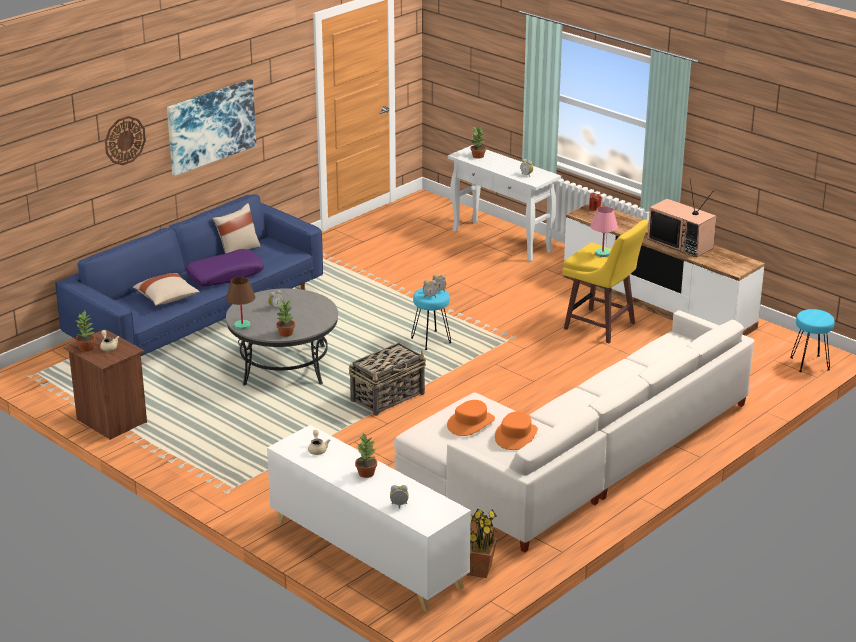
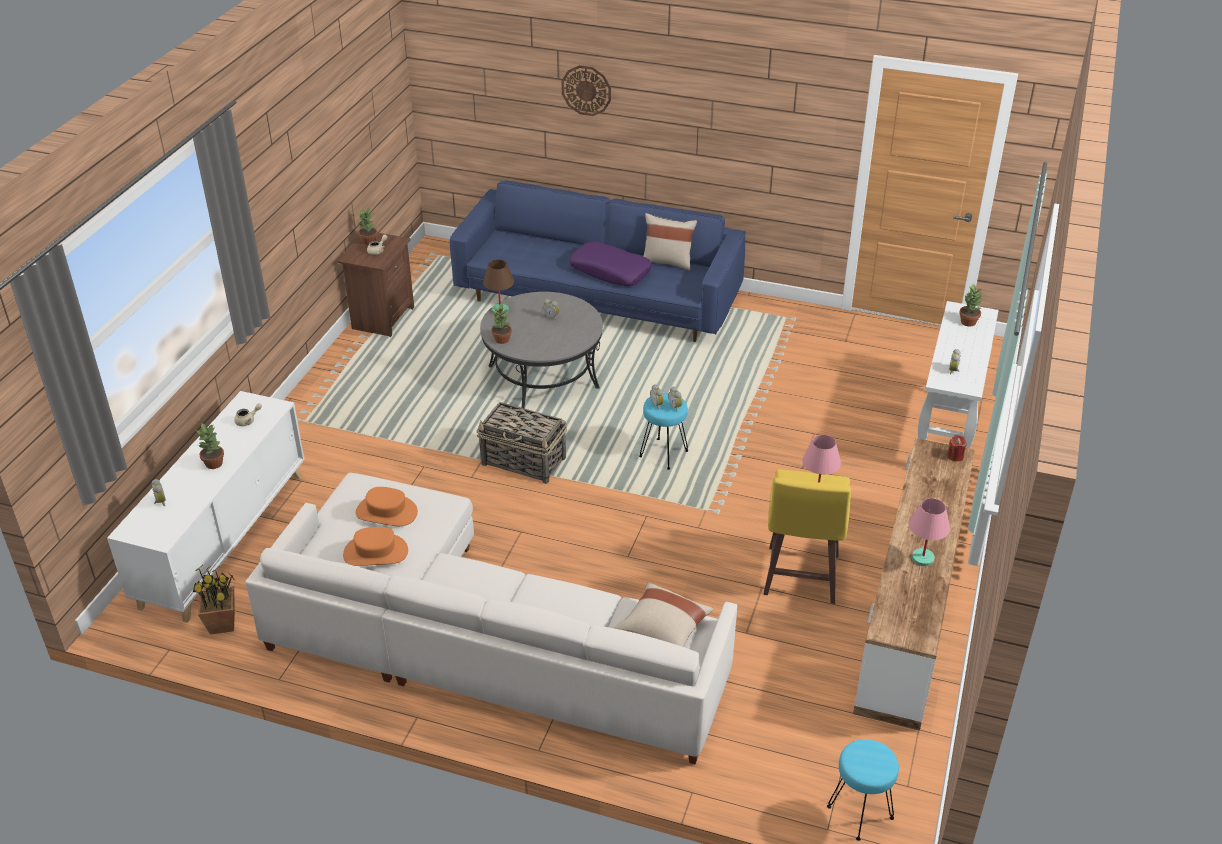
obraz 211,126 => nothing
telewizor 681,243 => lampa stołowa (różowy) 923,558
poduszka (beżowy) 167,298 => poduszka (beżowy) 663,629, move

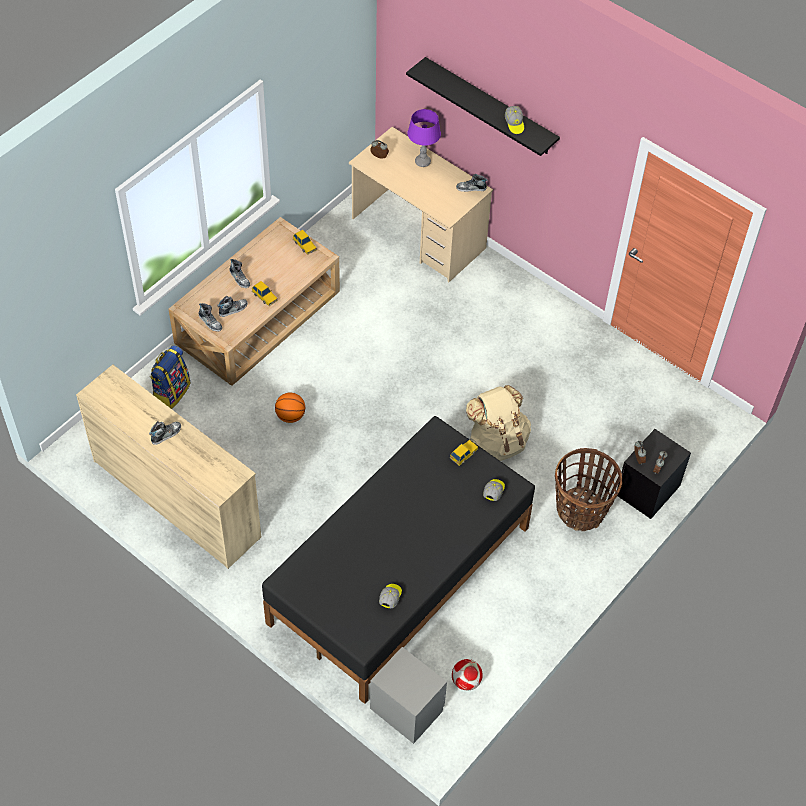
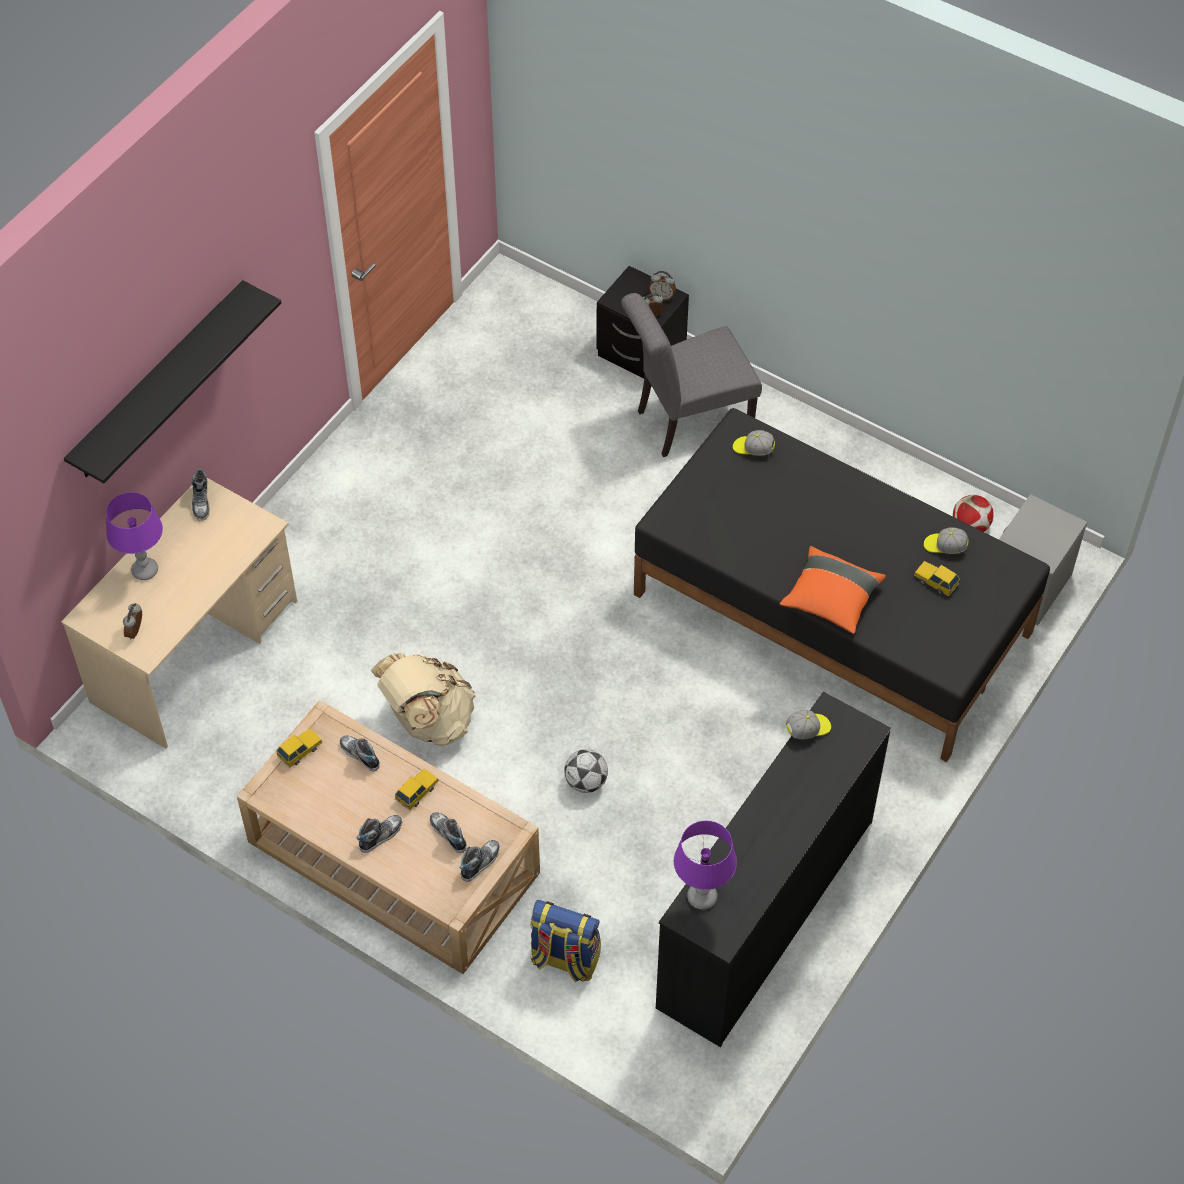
czapka z daszkiem 514,124 => czapka z daszkiem 808,729, move
komoda (beżowy) 176,498 => komoda (czarny) 764,913
plecak (beżowy) 497,441 => plecak (beżowy) 428,720, move
piłka do koszykówki 290,416 => piłka futbolowa 586,782
but 166,434 => but 360,755, move
samochodzik 464,454 => samochodzik 935,581, move
koszyk 581,510 => krzesło (szary) 687,421
nothing => poduszka (pomarańczowy) 831,599
nothing => lampa stołowa (fioletowy) 701,897

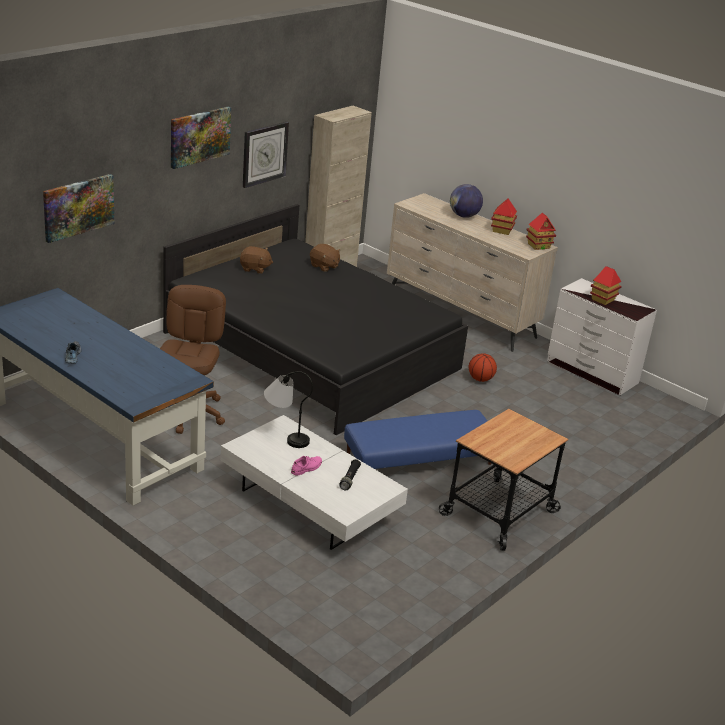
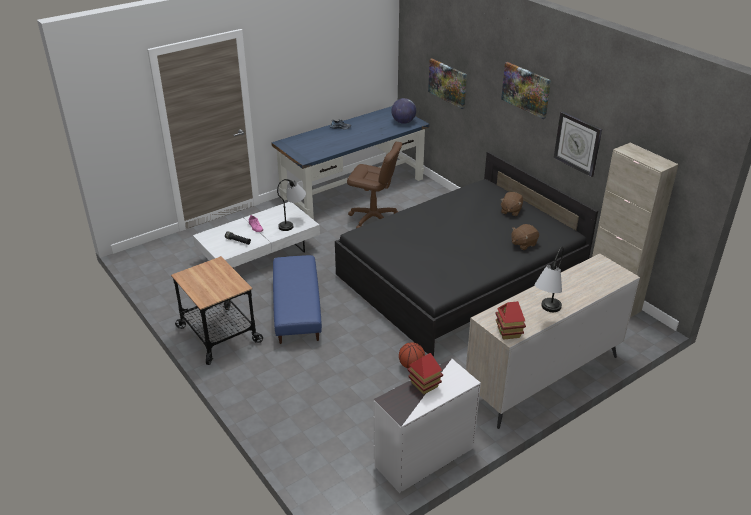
globus 464,216 => globus 403,122, move
domek 502,230 => lampa stołowa 546,313

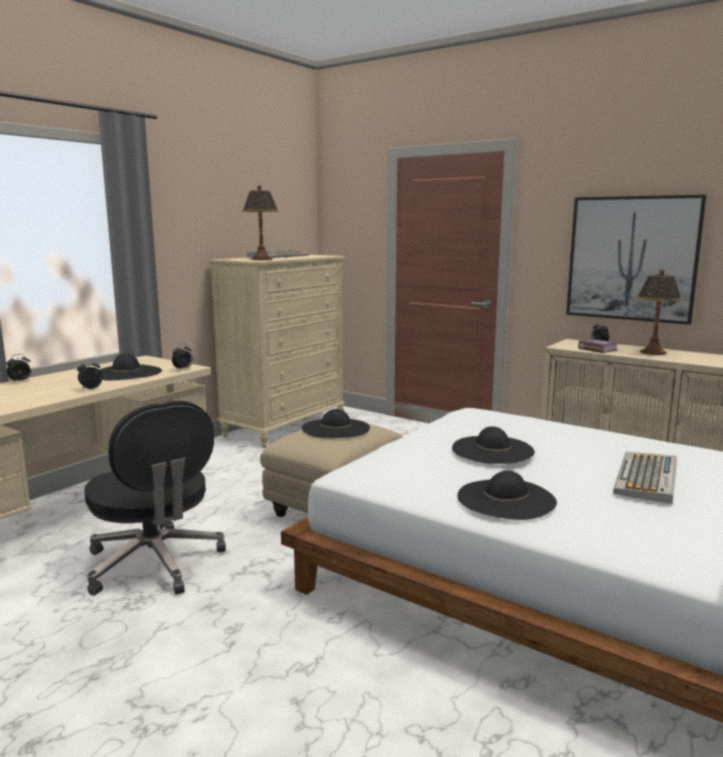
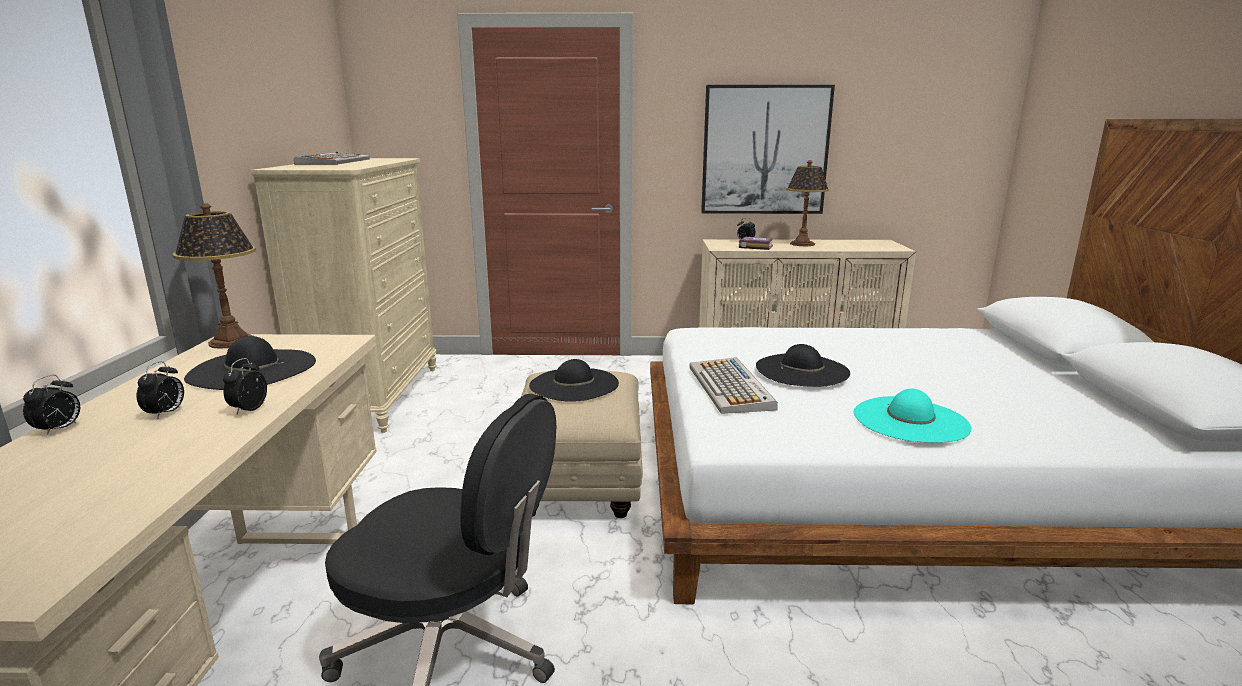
lampa stołowa 262,259 => lampa stołowa 232,341, move
budzik 183,369 => budzik 166,413, move
klawiatura 647,478 => klawiatura 731,387, move
kapelusz (czarny) 506,499 => kapelusz (turkusowy) 910,420

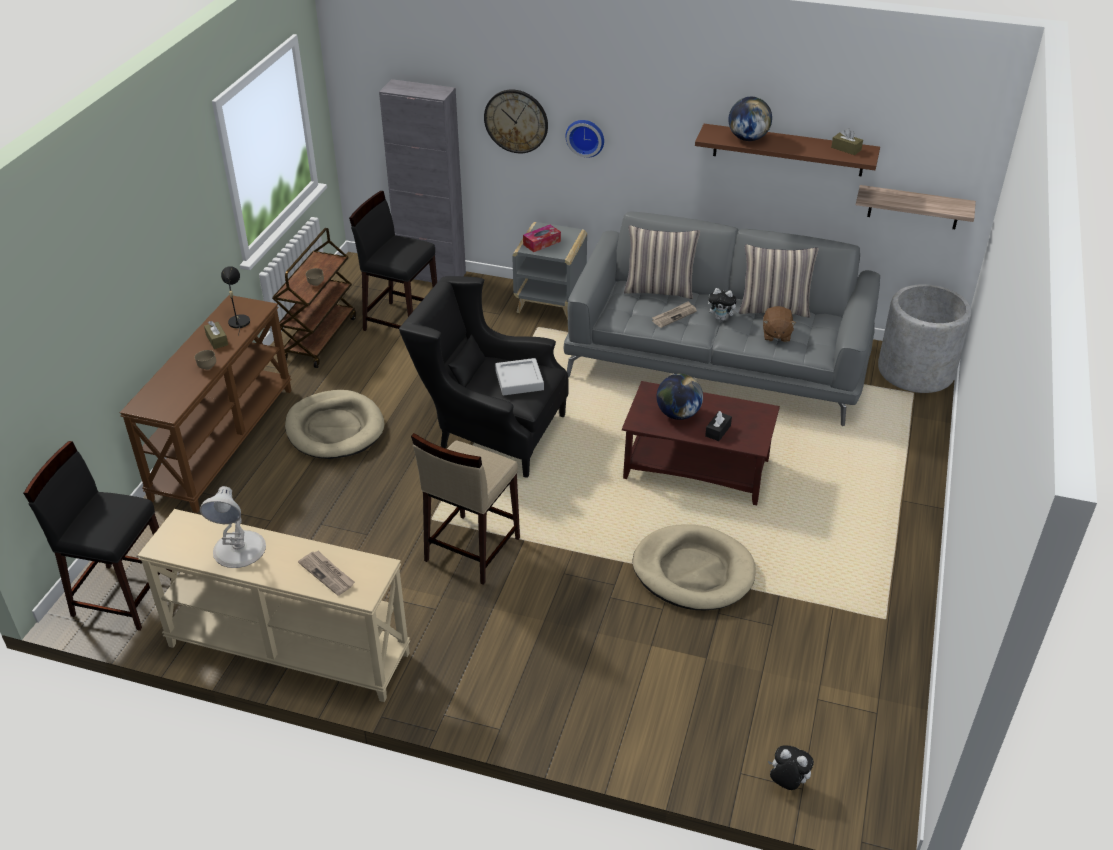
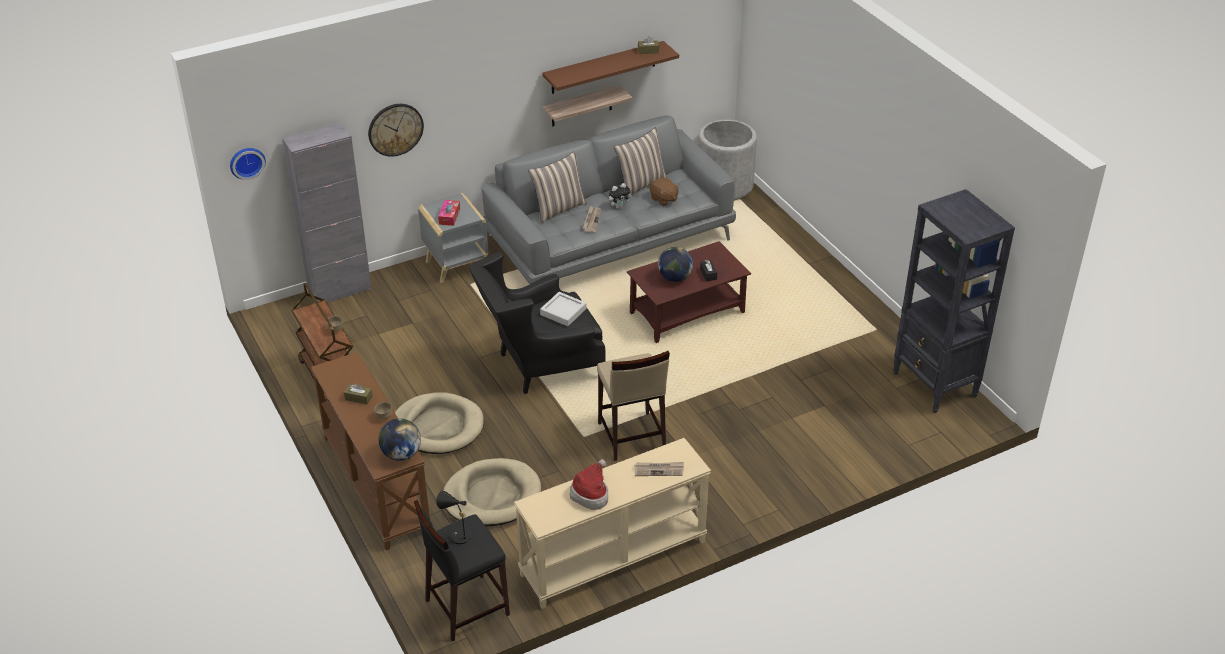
globus 747,138 => globus 401,454, move
zegar ścienny 585,137 => zegar ścienny 246,162, move
półka 914,207 => półka 581,106, move
stołek (czarny) 401,322 => nothing
lampa stołowa (czarny) 238,320 => lampa stołowa (czarny) 457,535, move
lampa stołowa (biały) 239,550 => kapelusz 591,493
legowisko (beżowy) 693,571 => legowisko (beżowy) 492,496, move
pluszak 786,783 => nothing
nothing => regał (czarny) 935,385

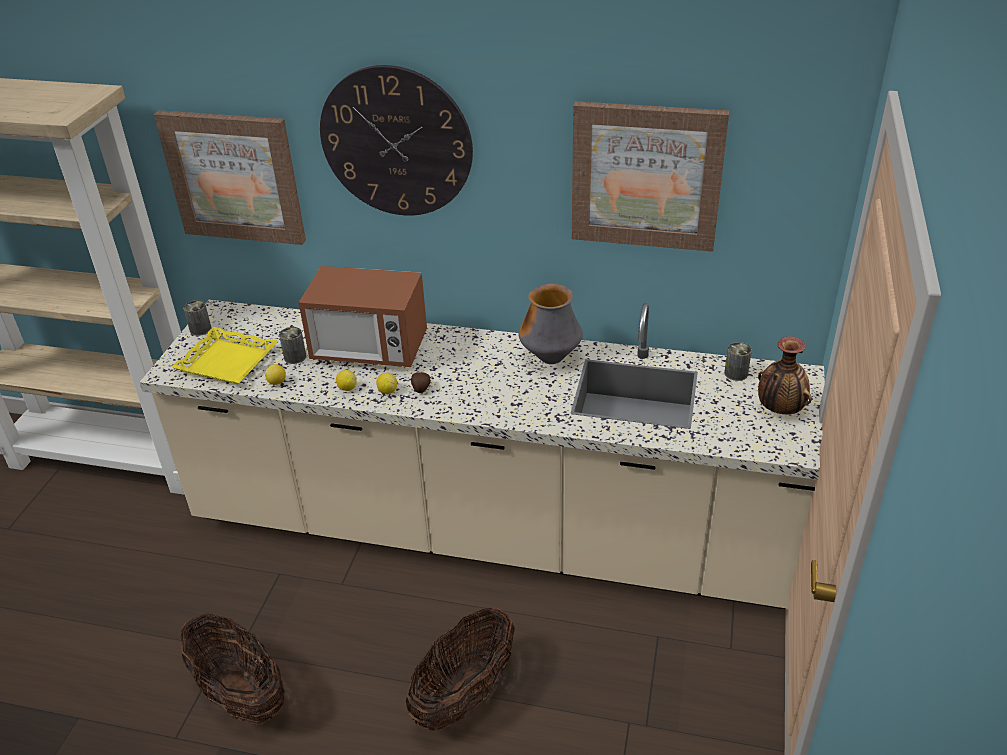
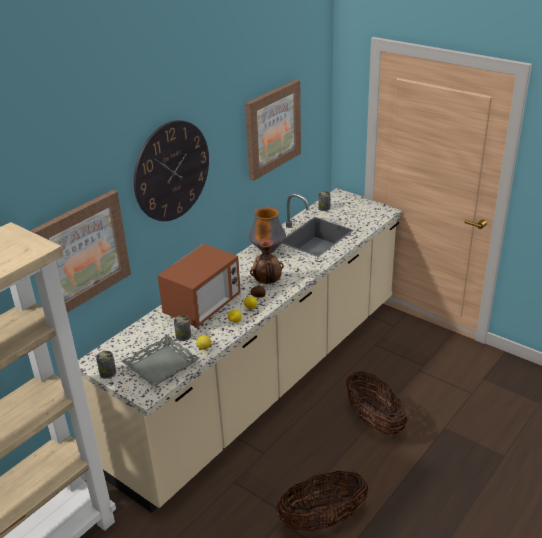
taca (żółty) 228,361 => taca (szary) 161,365
wazon 779,409 => wazon 267,282, move

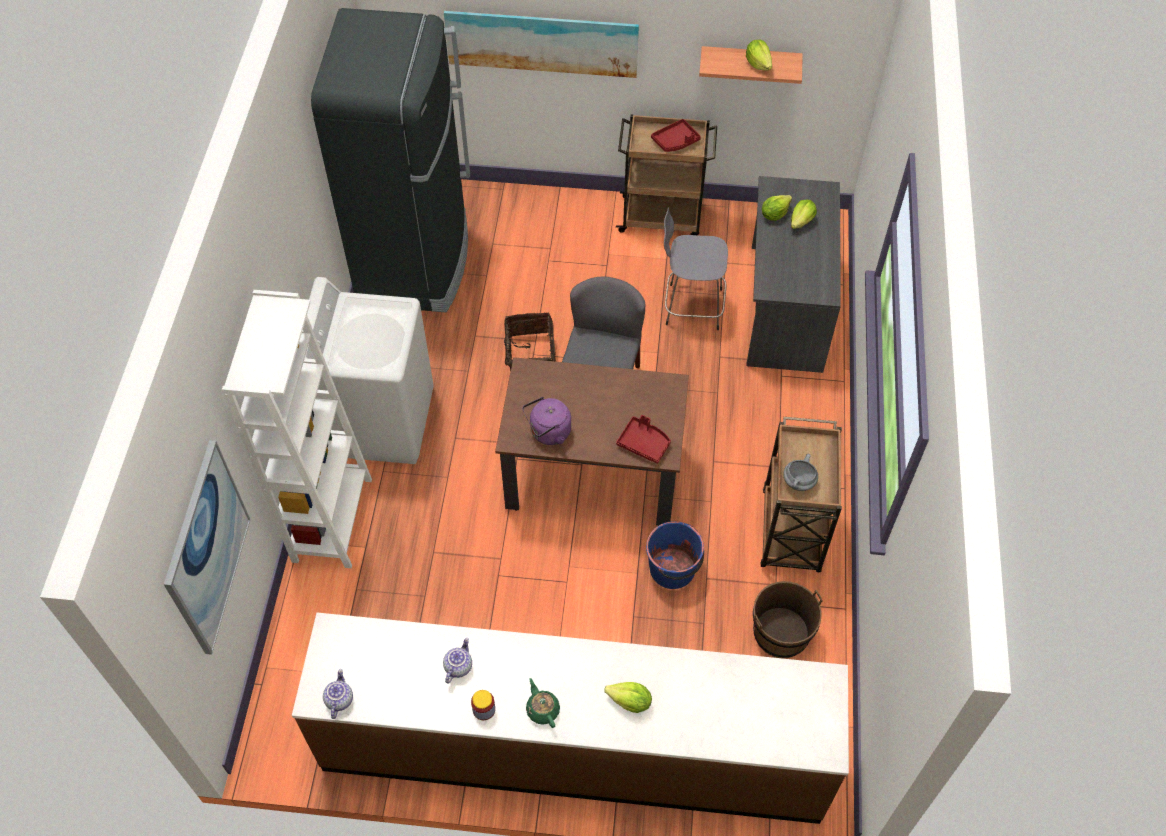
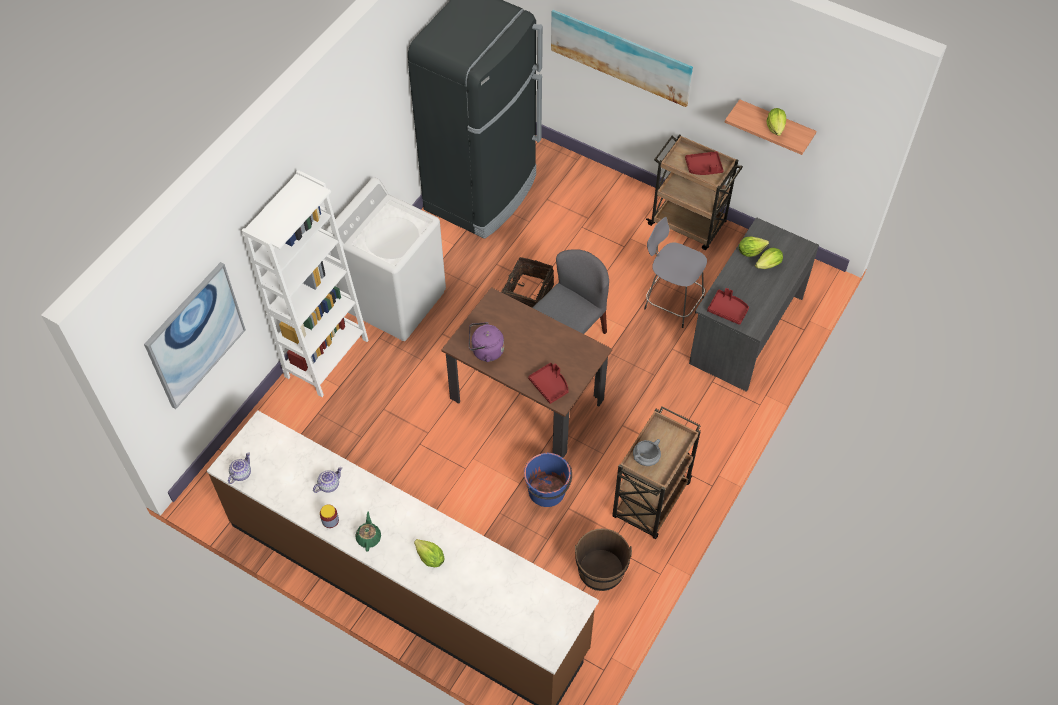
nothing => taca (czerwony) 728,310

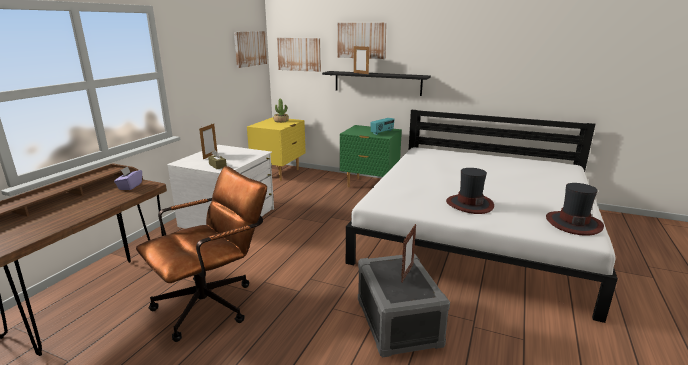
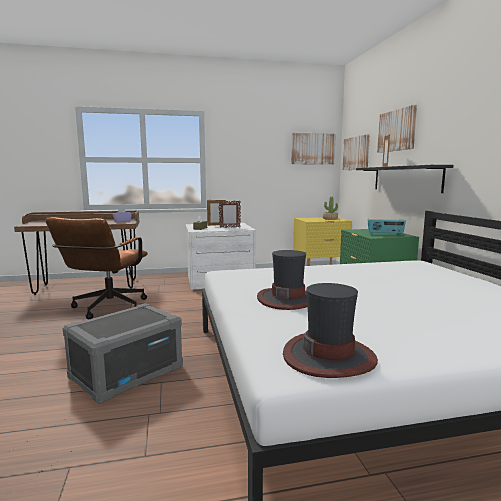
krzesło biurowe (brązowy) 213,302 => krzesło biurowe (brązowy) 106,309, 90 degrees clockwise
ramka na zdjęcie 407,273 => ramka na zdjęcie 229,227, move

